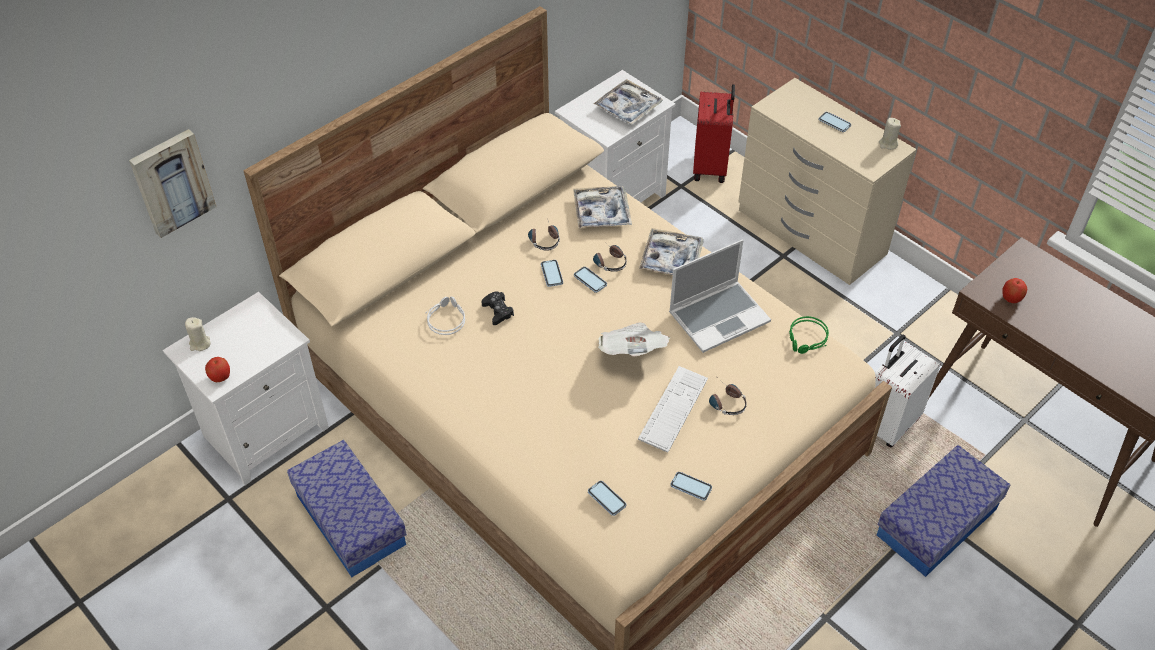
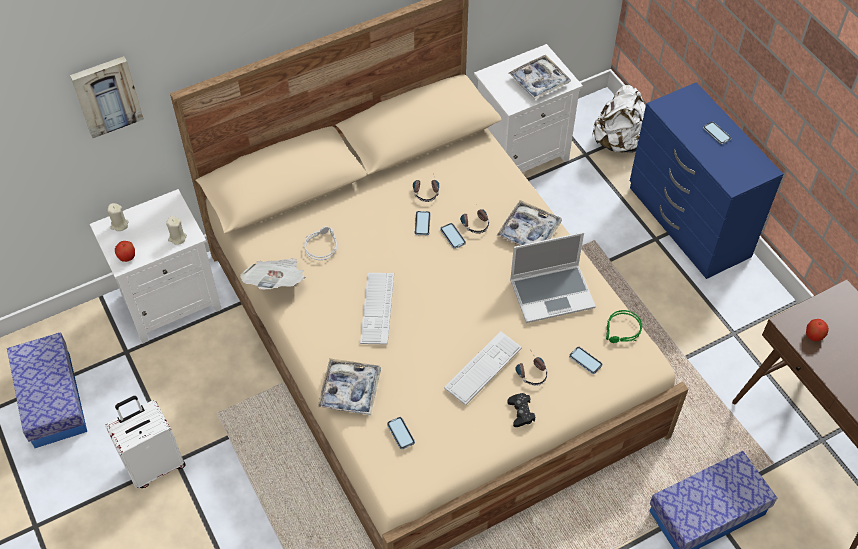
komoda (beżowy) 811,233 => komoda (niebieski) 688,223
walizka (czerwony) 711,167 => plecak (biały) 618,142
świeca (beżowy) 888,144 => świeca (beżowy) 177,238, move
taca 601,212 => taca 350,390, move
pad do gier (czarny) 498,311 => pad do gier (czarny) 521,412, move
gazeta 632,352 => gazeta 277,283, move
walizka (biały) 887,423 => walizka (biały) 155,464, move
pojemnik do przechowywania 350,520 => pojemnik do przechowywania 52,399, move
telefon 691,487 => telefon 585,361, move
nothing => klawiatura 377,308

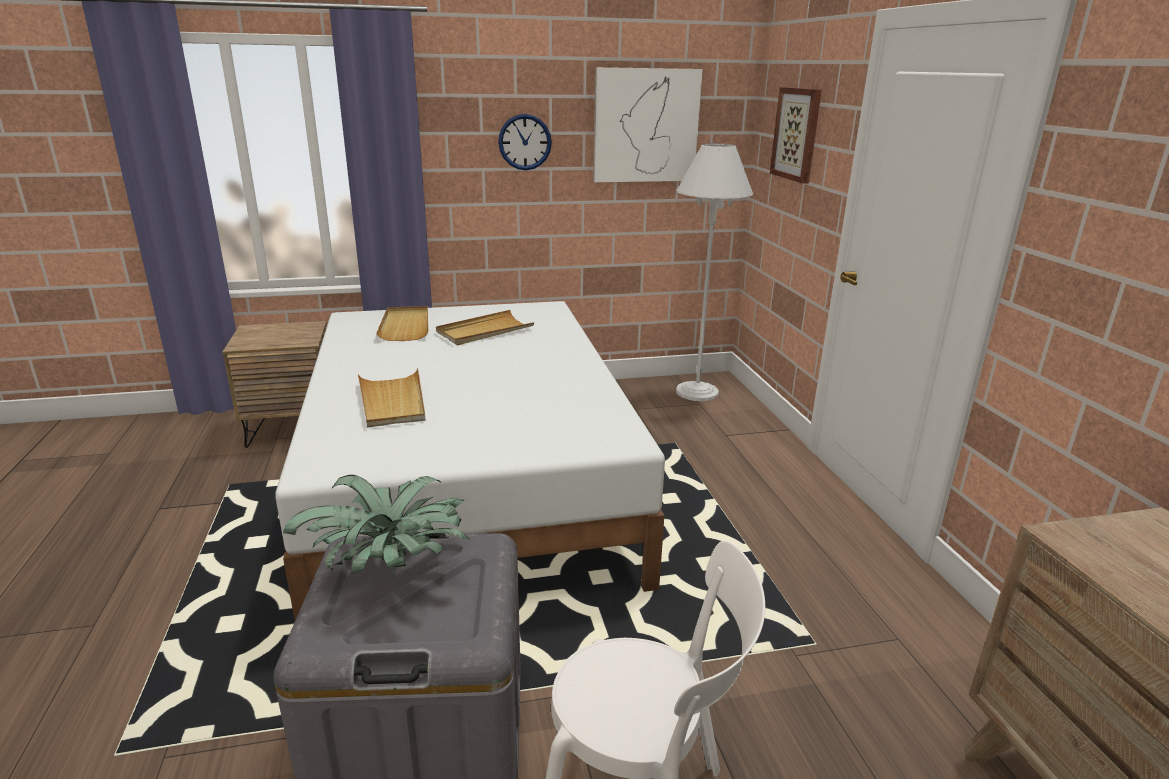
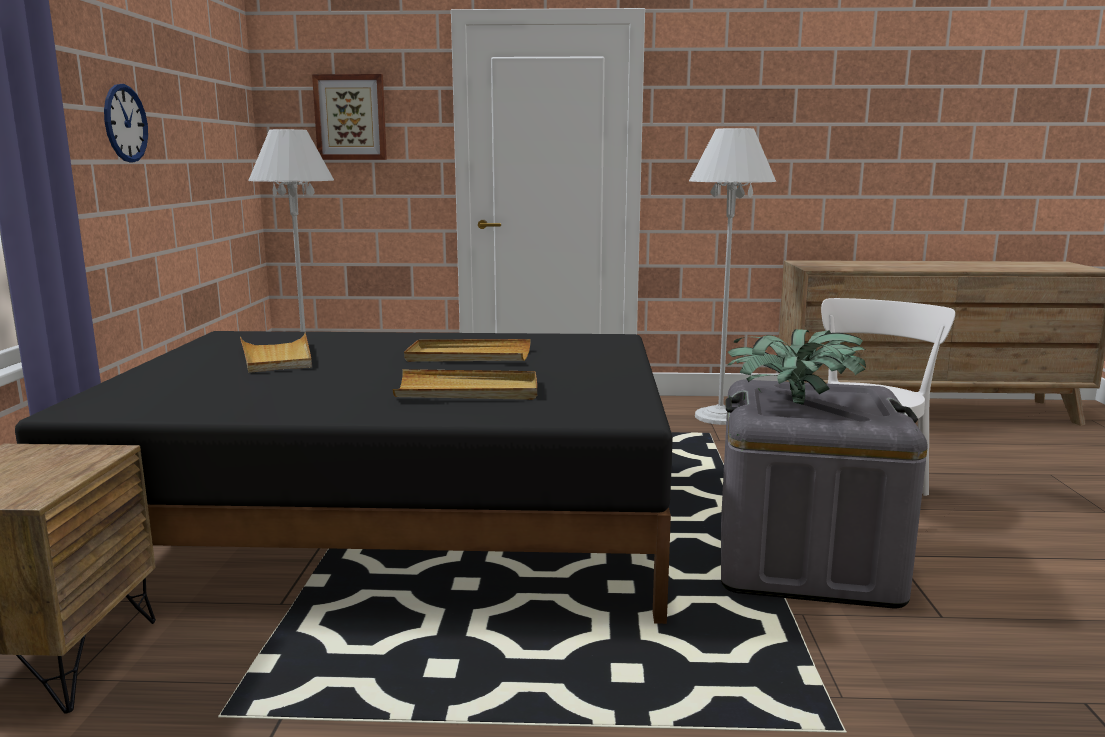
obraz 645,126 => nothing
łóżko (biały) 470,482 => łóżko (czarny) 397,524
taca (beżowy) 405,326 => taca (beżowy) 468,356, move
nothing => lampa stojąca (biały) 720,417

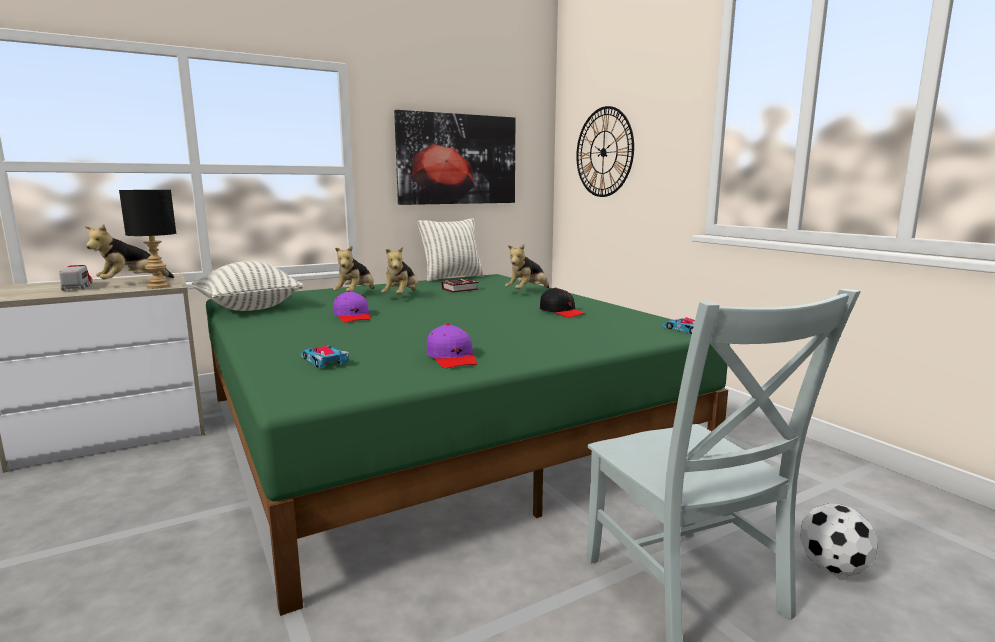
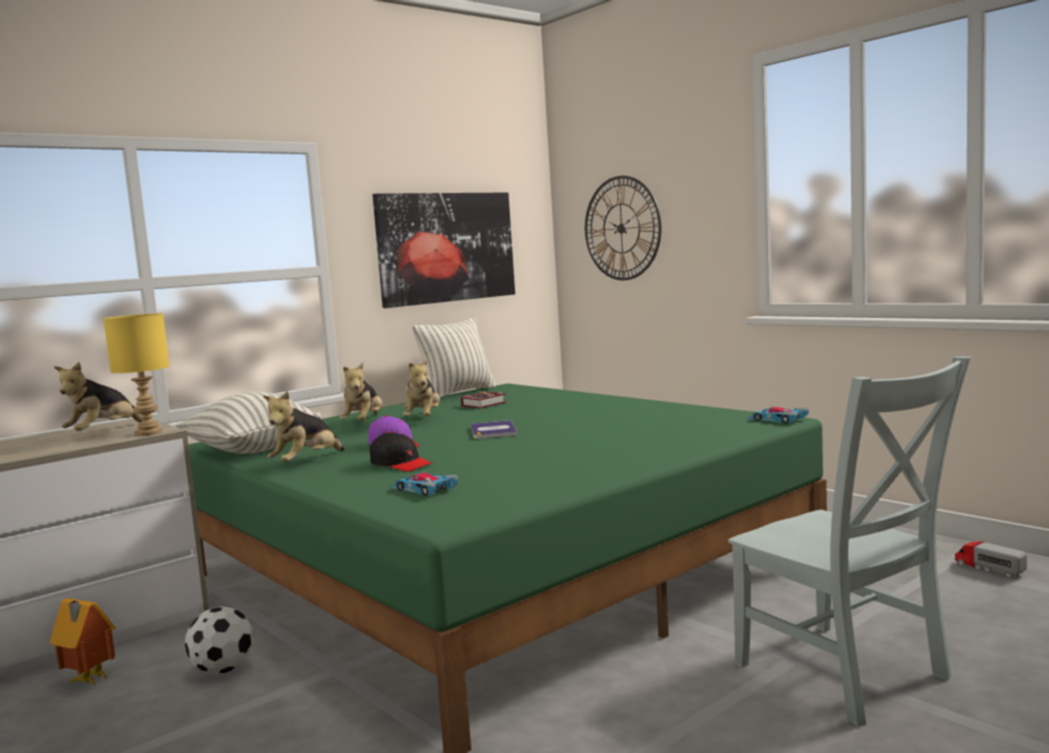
lampa stołowa (czarny) 157,287 => lampa stołowa (żółty) 147,433
pluszak 527,292 => pluszak 306,462, move
ciężarówka zabawkowa 78,286 => ciężarówka zabawkowa 988,569, move
czapka z daszkiem (czarny) 562,312 => czapka z daszkiem (czarny) 401,464, move
czapka z daszkiem (fioletowy) 452,358 => nothing
piłka futbolowa 832,567 => piłka futbolowa 223,669, move
nothing => książka 493,431
nothing => domek 88,681

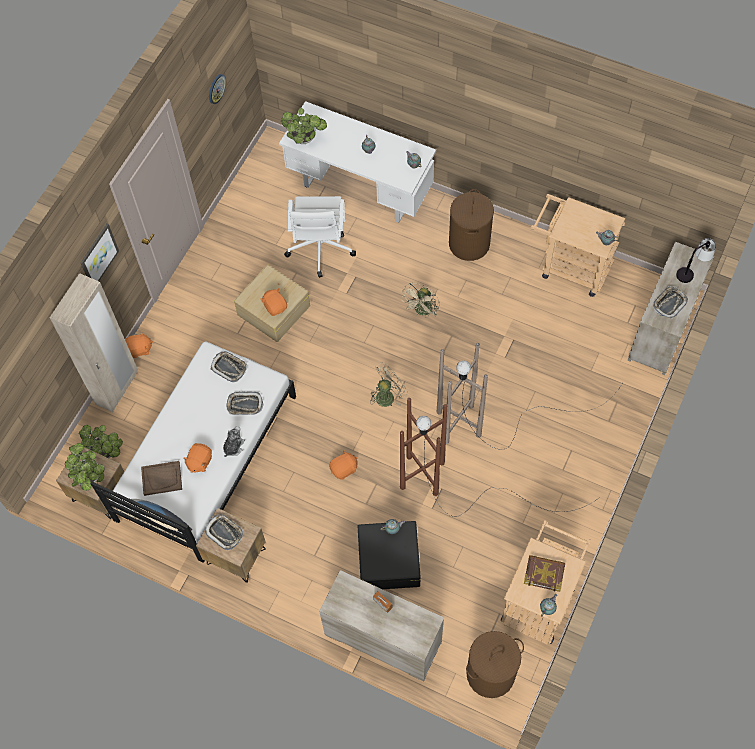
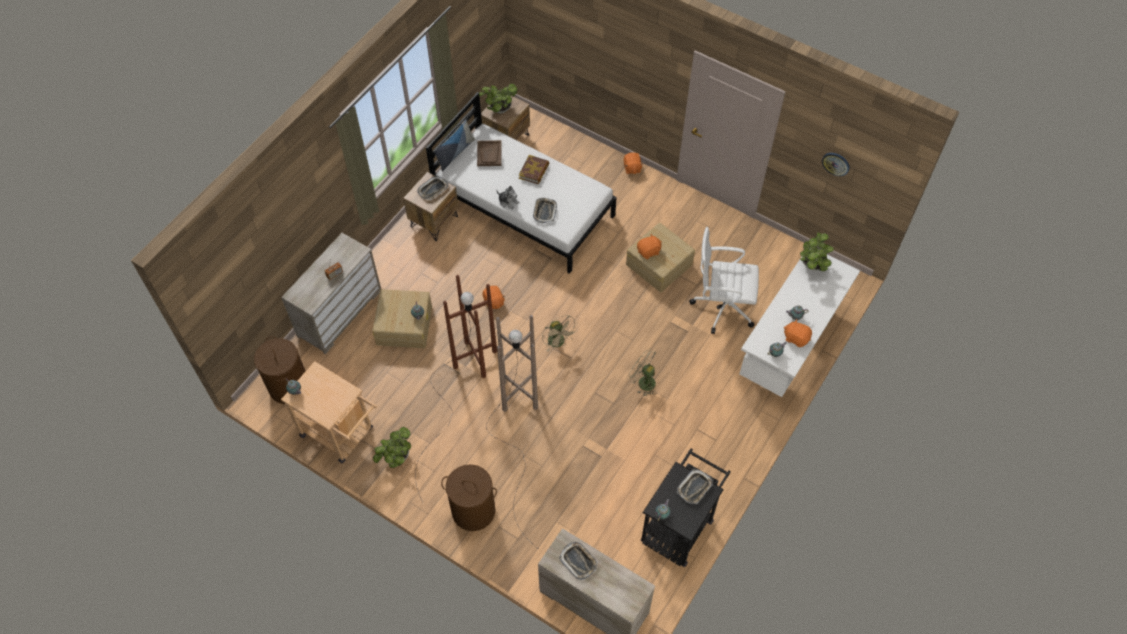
kosz na pranie (brązowy) 469,244 => kosz na pranie (brązowy) 473,511, move
wózek (beżowy) 570,266 => wózek (czarny) 680,525
obraz 98,256 => nothing
lampa stołowa 691,272 => nothing
szafa (beżowy) 117,388 => nothing
taca 229,367 => taca 694,488, move
roślina doniczkowa 106,453 => roślina doniczkowa 396,457, move
pluszak (pomarańczowy) 199,461 => pluszak (pomarańczowy) 796,338, move
pojemnik do przechowywania (czarny) 388,560 => pojemnik do przechowywania (beżowy) 404,325
książka 544,573 => książka 534,171, move

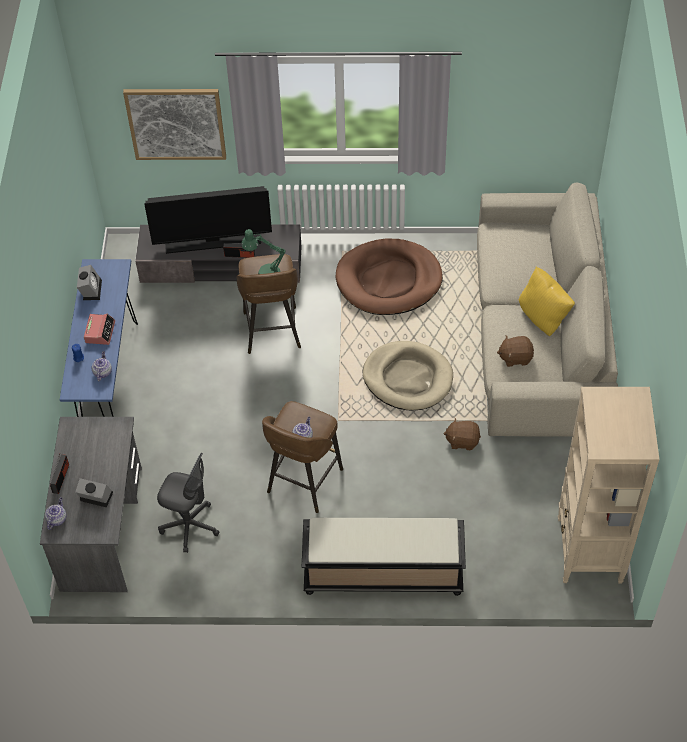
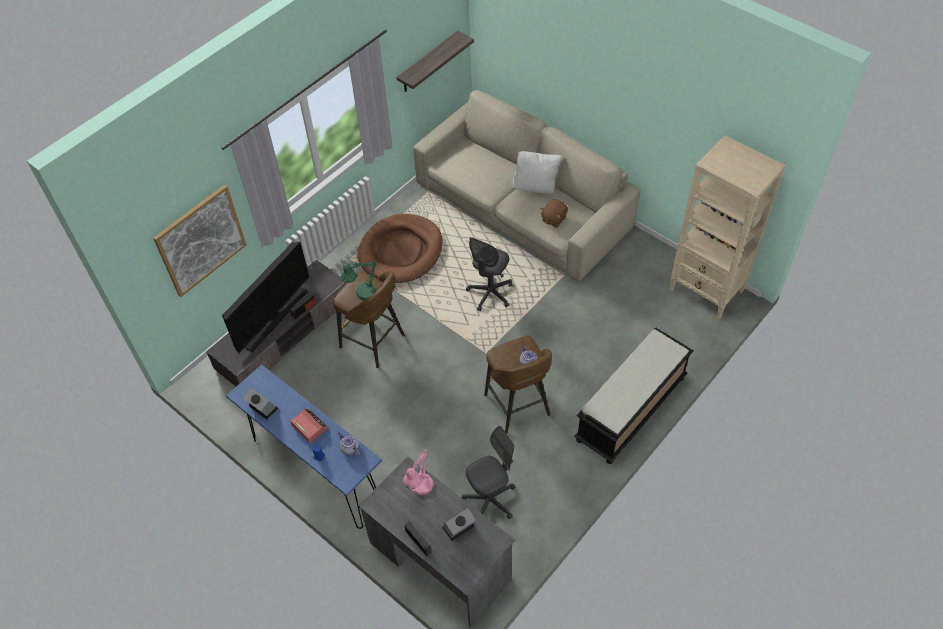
poduszka (żółty) 543,319 => poduszka (biały) 536,187
legowisko (beżowy) 408,378 => krzesło biurowe (szary) 490,294
pluszak (brązowy) 462,440 => nothing
imbryk 57,519 => nothing
nothing => półka 428,63
nothing => lampa stołowa (różowy) 420,489

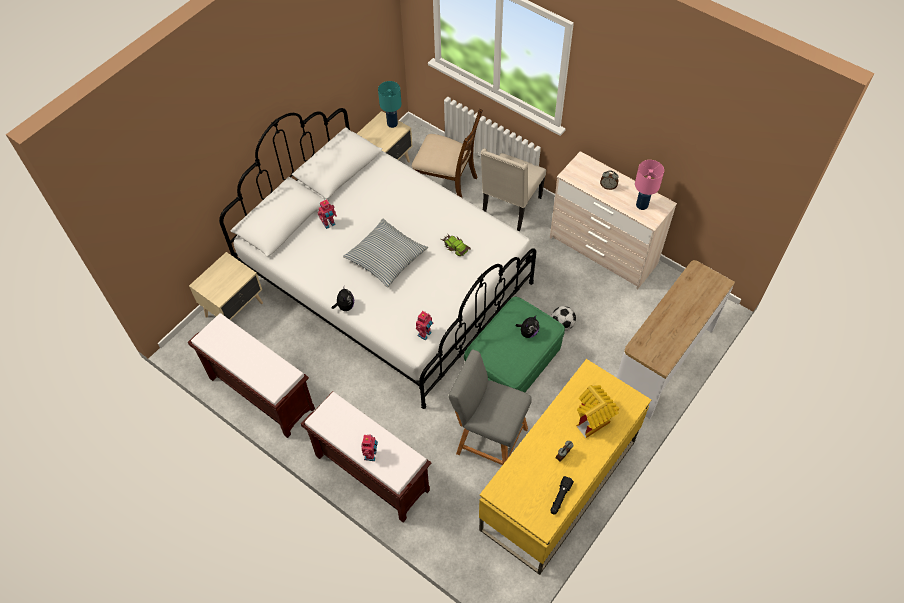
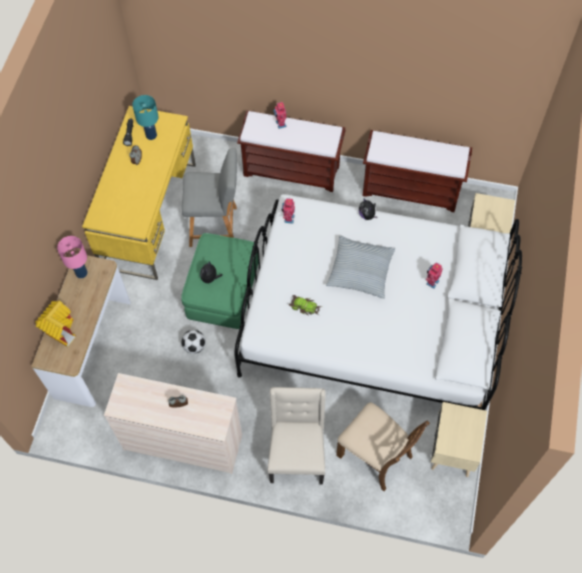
lampa stołowa (turkusowy) 392,124 => lampa stołowa (turkusowy) 151,135, move
krzesło (brązowy) 447,185 => krzesło (brązowy) 375,455, 135 degrees counterclockwise
lampa stołowa (różowy) 642,205 => lampa stołowa (różowy) 81,272, move
domek 593,421 => domek 60,330, move

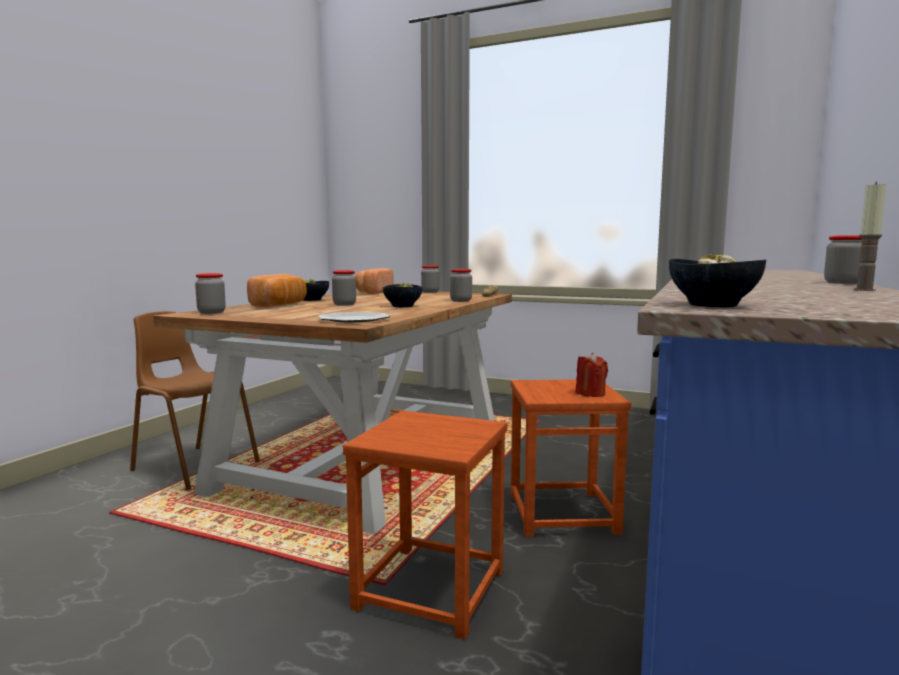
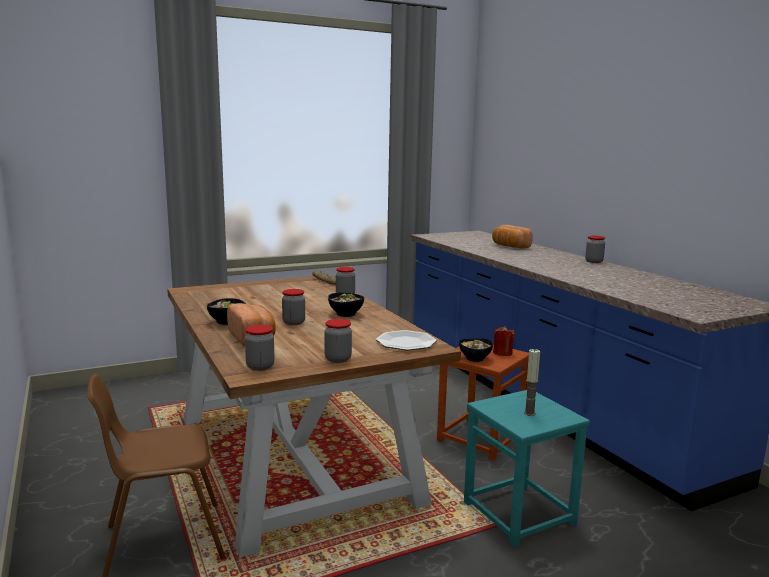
świeca 864,290 => świeca 529,413, move
miska 713,305 => miska 475,359, move
słoik 430,292 => słoik 338,359, move
chleb 373,292 => chleb 509,246, move
stołek (brązowy) 431,590 => stołek (turkusowy) 519,513

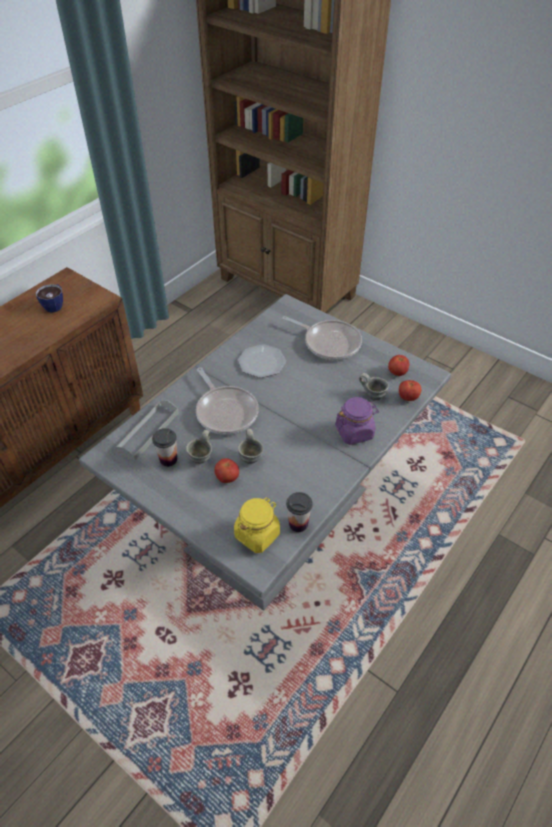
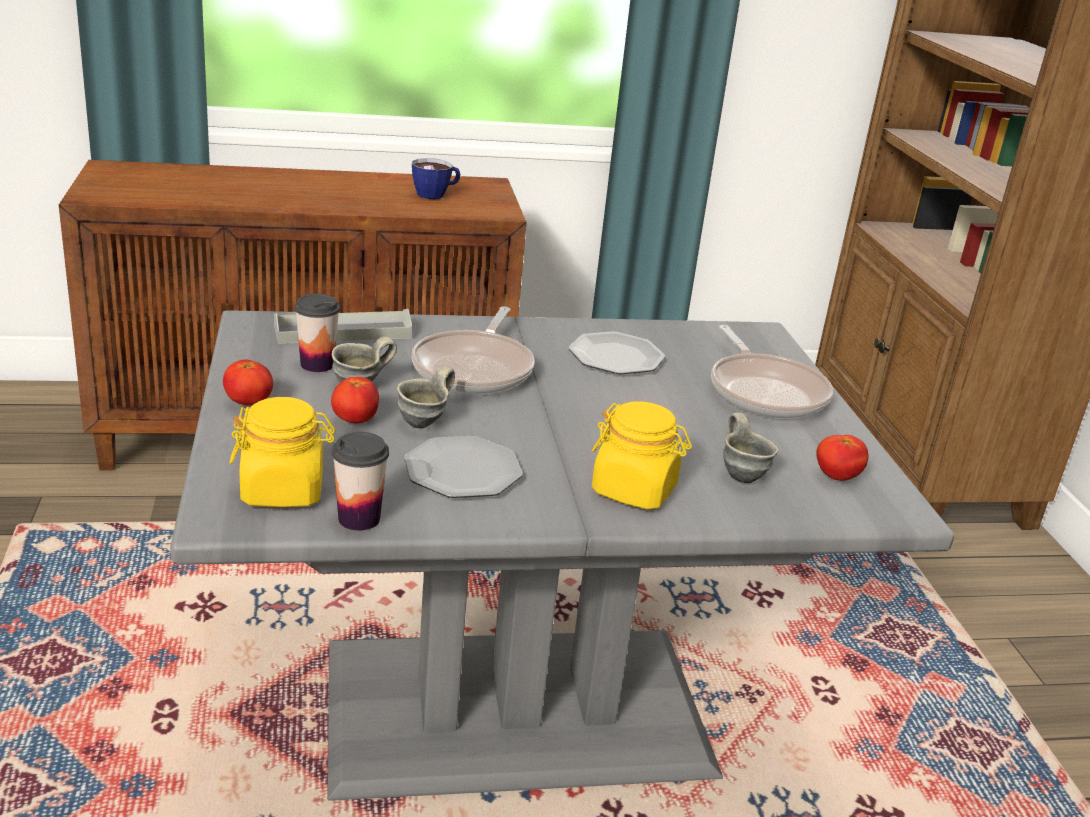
pomidor 408,397 => pomidor 248,403, move
słoik (fioletowy) 354,432 => słoik (żółty) 634,490
nothing => talerz 462,471

